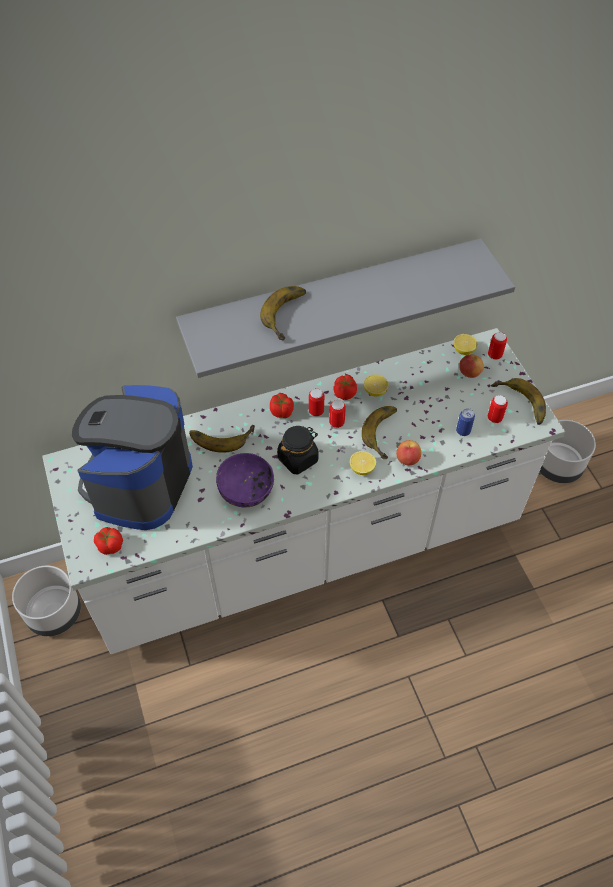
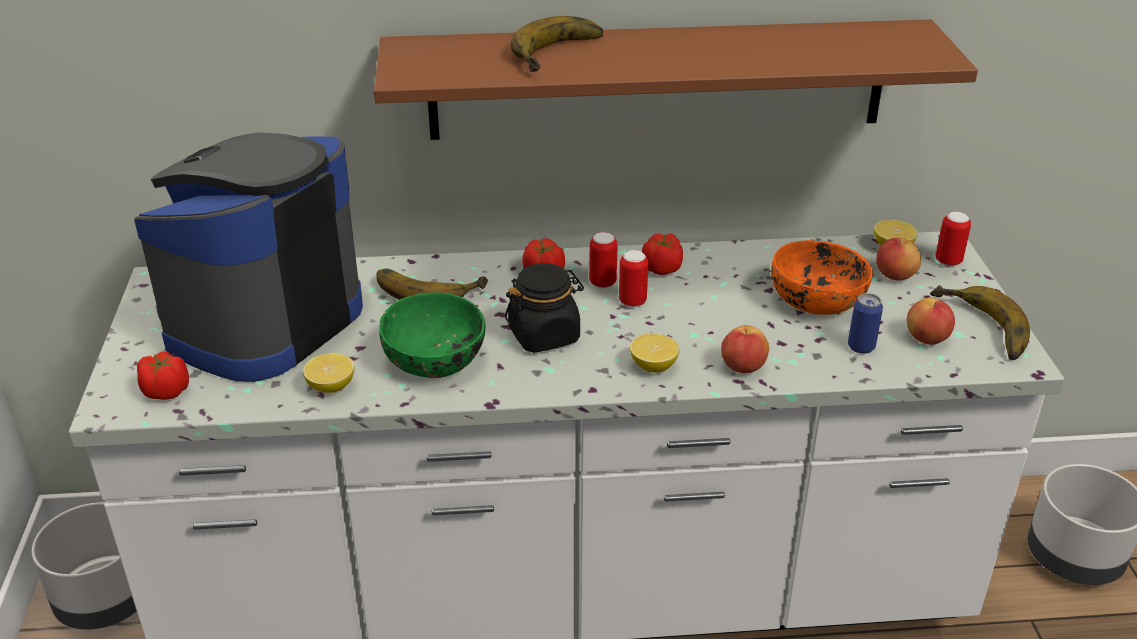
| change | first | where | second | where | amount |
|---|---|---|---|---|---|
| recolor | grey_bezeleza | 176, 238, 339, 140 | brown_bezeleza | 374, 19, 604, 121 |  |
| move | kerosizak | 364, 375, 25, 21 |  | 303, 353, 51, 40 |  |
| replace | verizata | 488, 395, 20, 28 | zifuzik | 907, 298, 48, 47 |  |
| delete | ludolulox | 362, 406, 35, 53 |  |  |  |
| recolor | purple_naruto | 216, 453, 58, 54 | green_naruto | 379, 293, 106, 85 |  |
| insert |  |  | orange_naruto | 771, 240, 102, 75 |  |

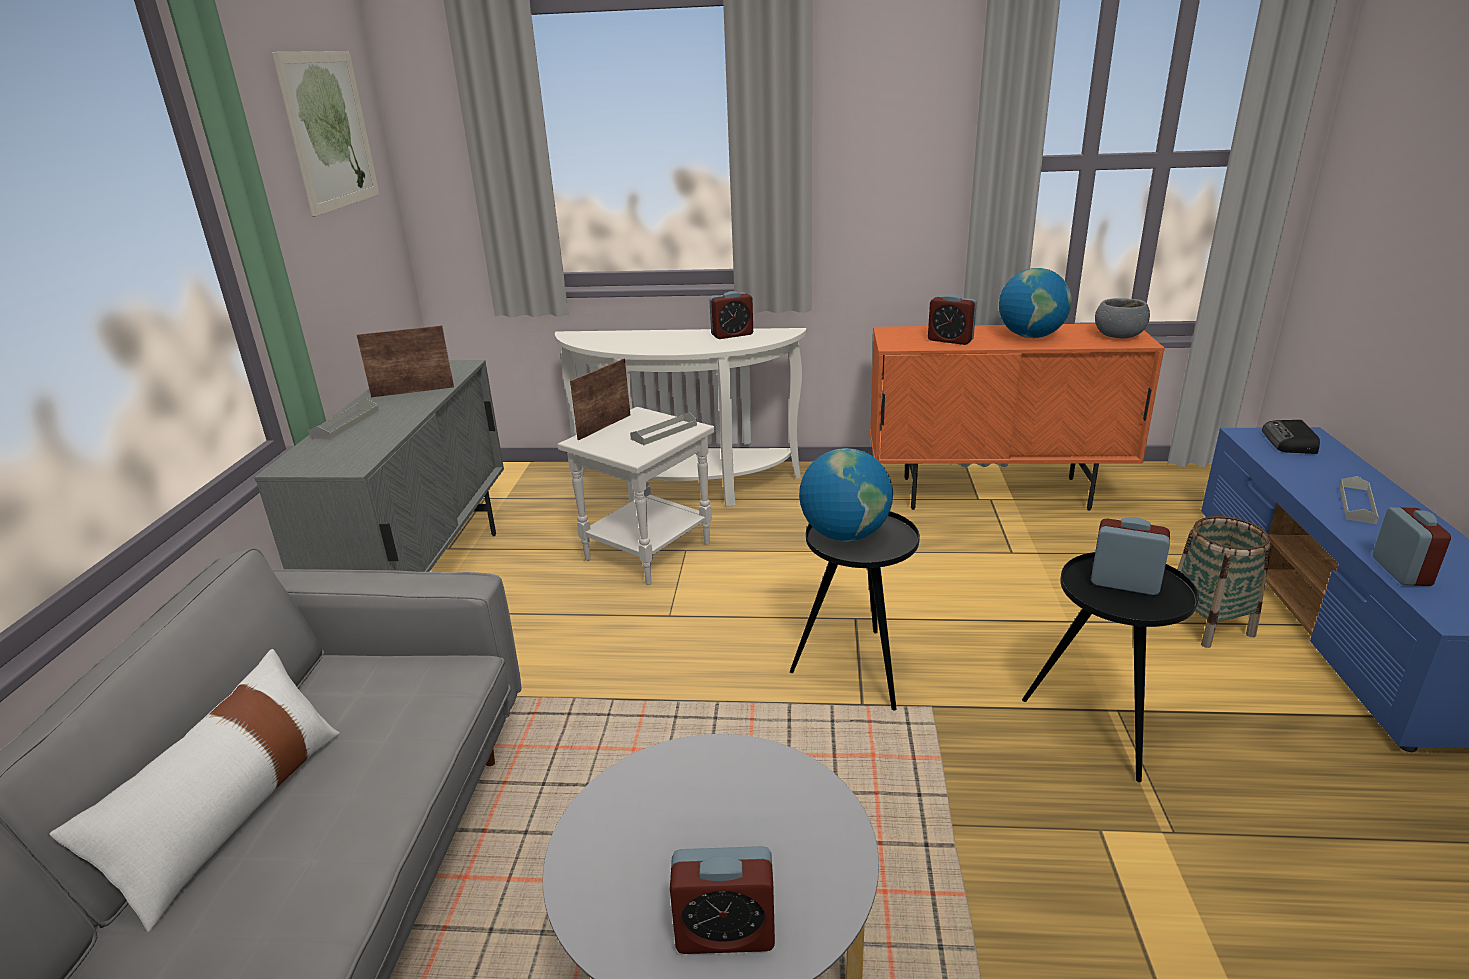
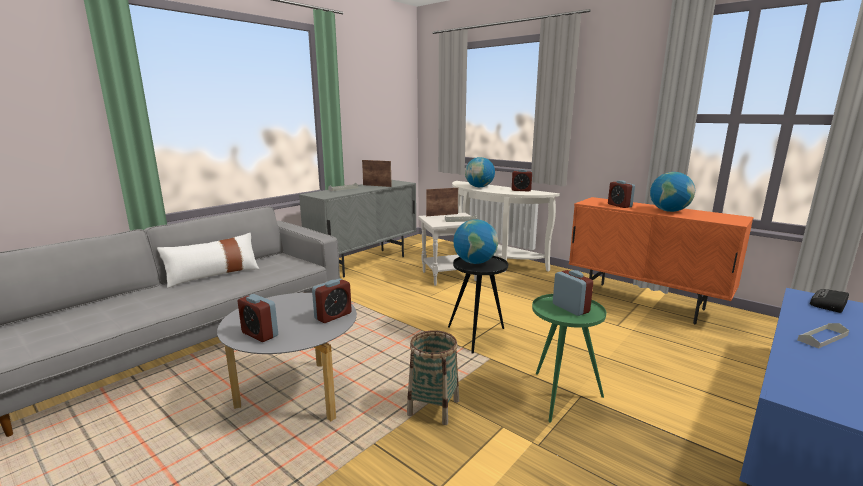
| change | first | where | second | where | amount |
|---|---|---|---|---|---|
| delete | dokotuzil | 272, 51, 107, 166 |  |  |  |
| delete | grey_naruto | 1095, 298, 55, 40 |  |  |  |
| move | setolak | 1373, 507, 78, 79 |  | 312, 279, 40, 44 |  |
| move | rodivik | 1177, 516, 94, 132 |  | 407, 330, 52, 95 |  |
| recolor | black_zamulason | 1022, 552, 177, 230 | green_zamulason | 532, 294, 74, 129 |  |
| insert |  |  | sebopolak | 465, 157, 30, 30 |  |

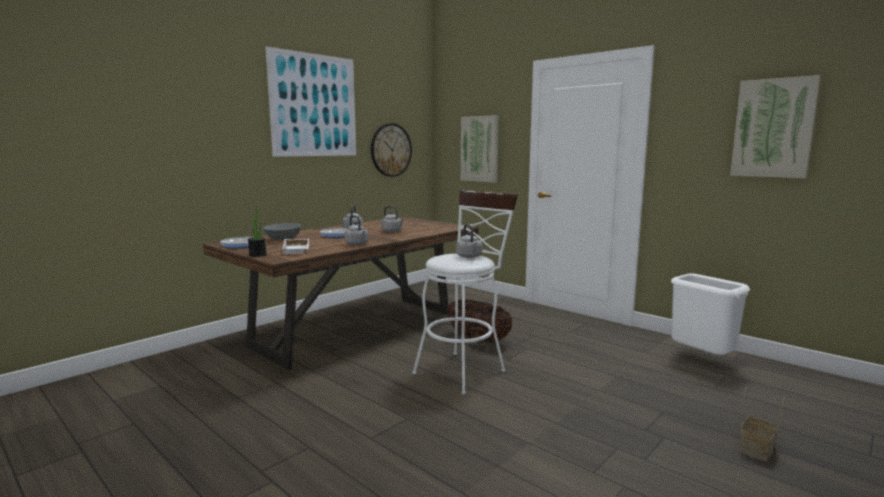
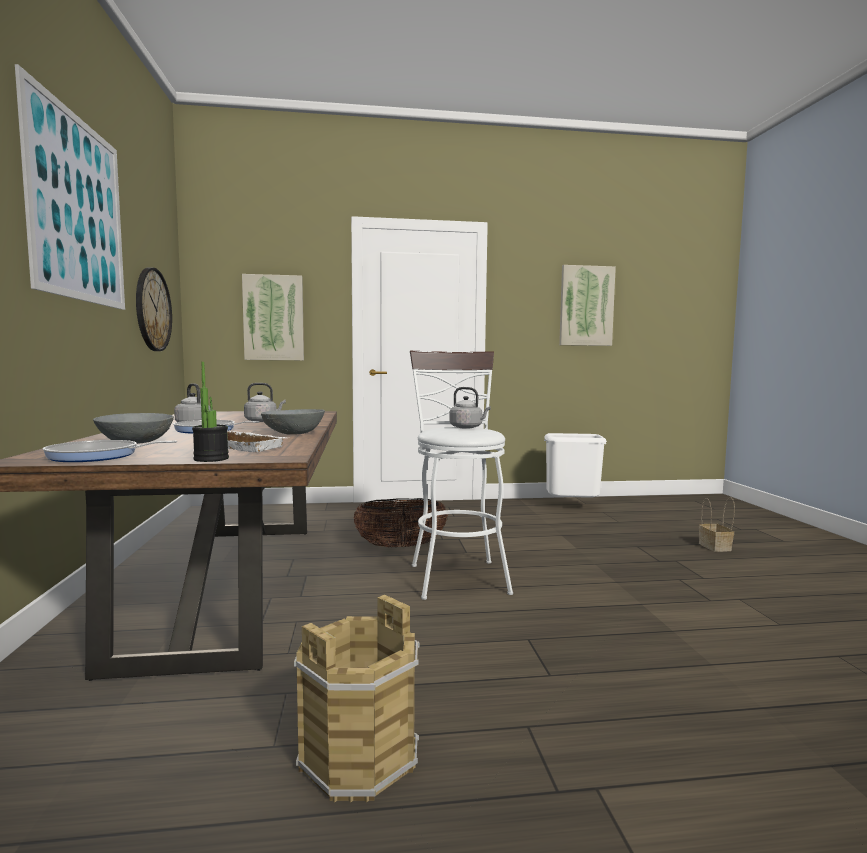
| change | first | where | second | where | amount |
|---|---|---|---|---|---|
| replace | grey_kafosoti | 344, 215, 24, 30 | grey_naruto | 261, 409, 64, 26 |  |
| insert |  |  | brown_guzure | 294, 595, 126, 208 |  |

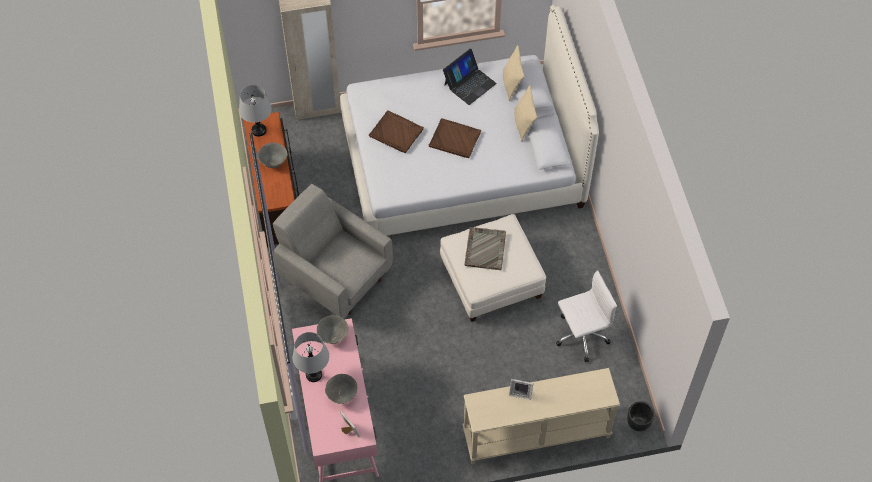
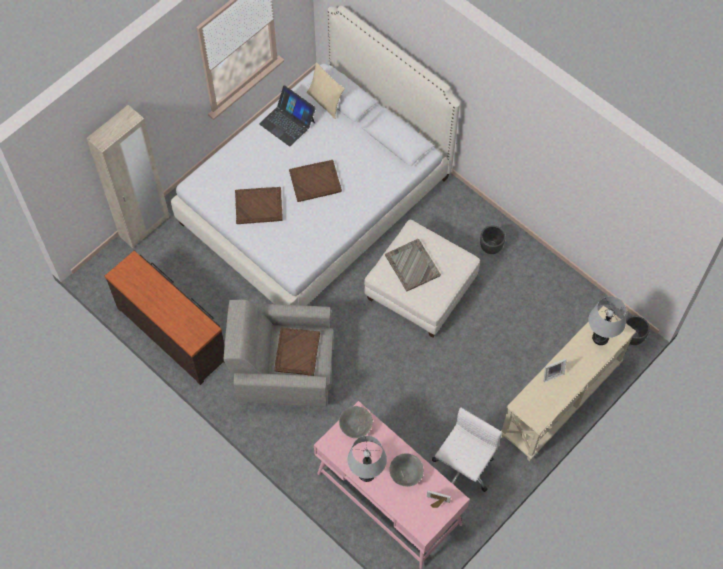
| change | first | where | second | where | amount |
|---|---|---|---|---|---|
| rotate | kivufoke | 443, 48, 54, 57 |  | 259, 85, 57, 61 | 120 degrees clockwise |
| move | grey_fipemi | 239, 85, 33, 52 |  | 588, 296, 38, 49 |  |
| delete | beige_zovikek | 514, 85, 23, 57 |  |  |  |
| delete | grey_naruto | 258, 143, 30, 25 |  |  |  |
| move | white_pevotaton | 556, 270, 61, 92 |  | 432, 407, 70, 85 |  |
| insert |  |  | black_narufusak | 480, 225, 26, 29 |  |
| insert |  |  | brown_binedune | 274, 327, 46, 49 |  |

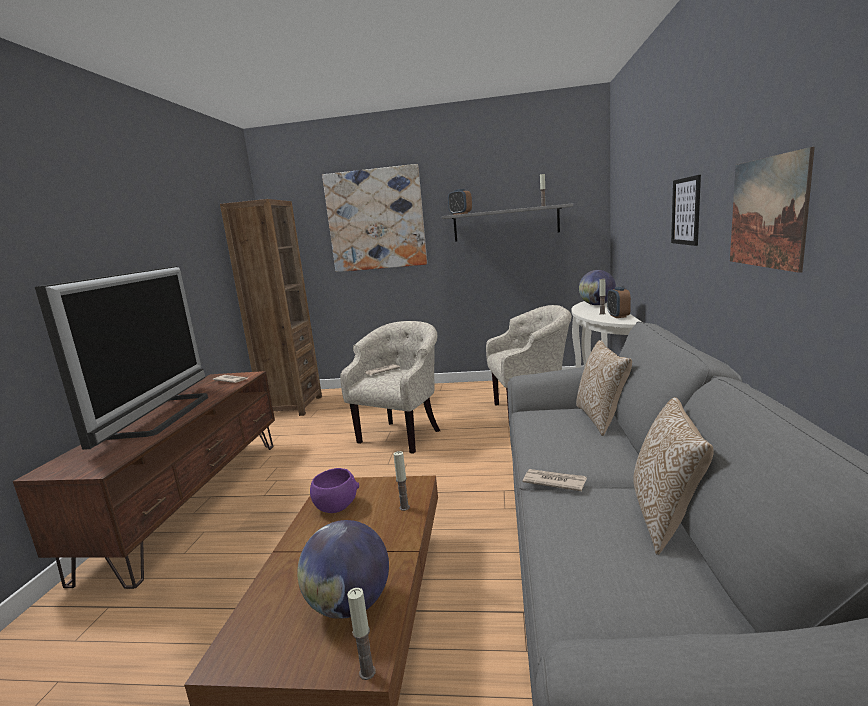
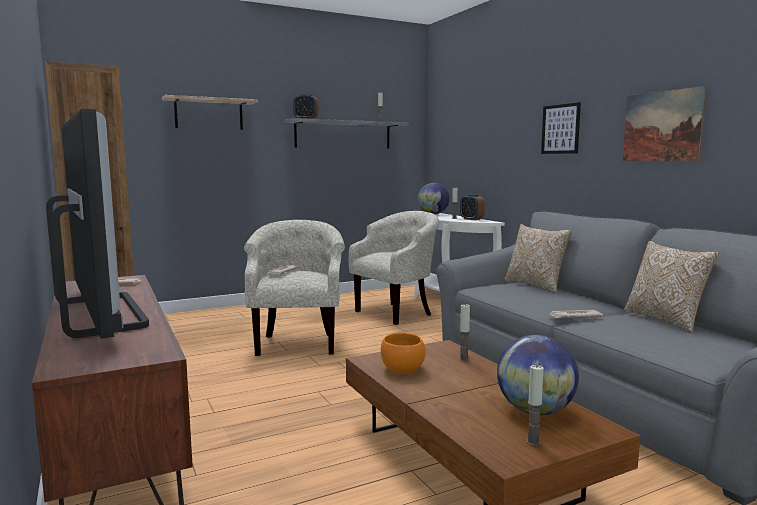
| change | first | where | second | where | amount |
|---|---|---|---|---|---|
| replace | dokotuzil | 322, 164, 105, 108 | bezeleza | 162, 95, 96, 35 |  |
| recolor | purple_naruto | 310, 468, 49, 45 | orange_naruto | 381, 333, 45, 41 |  |
| move | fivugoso | 347, 588, 29, 92 |  | 526, 365, 18, 81 |  |

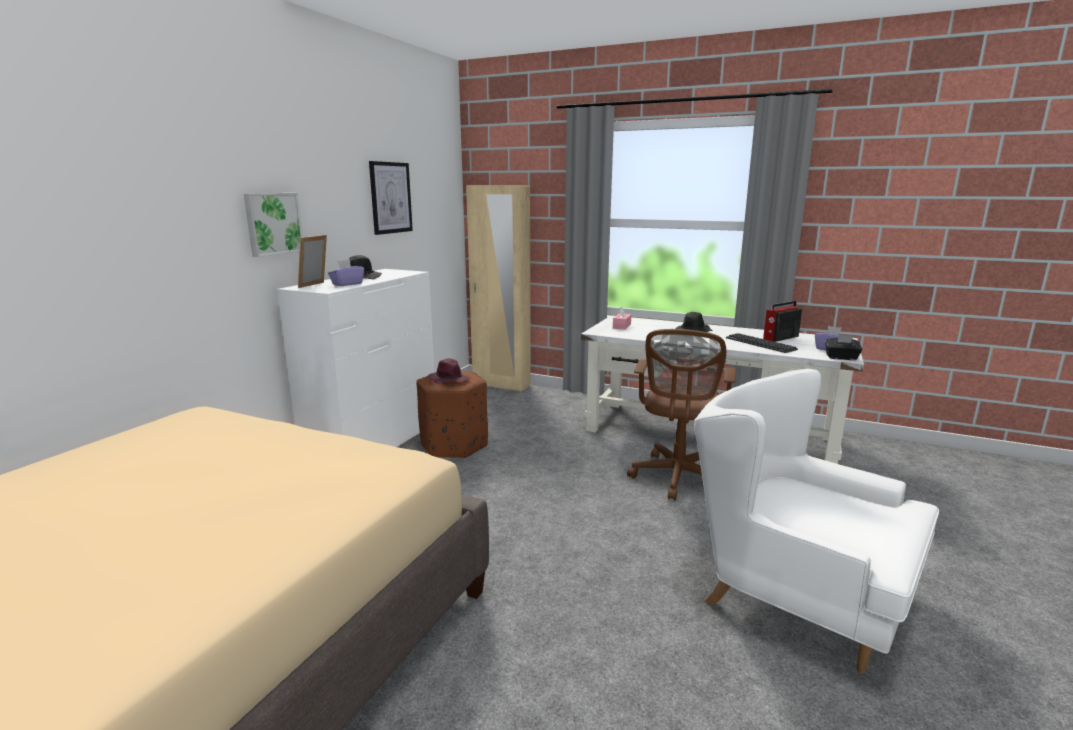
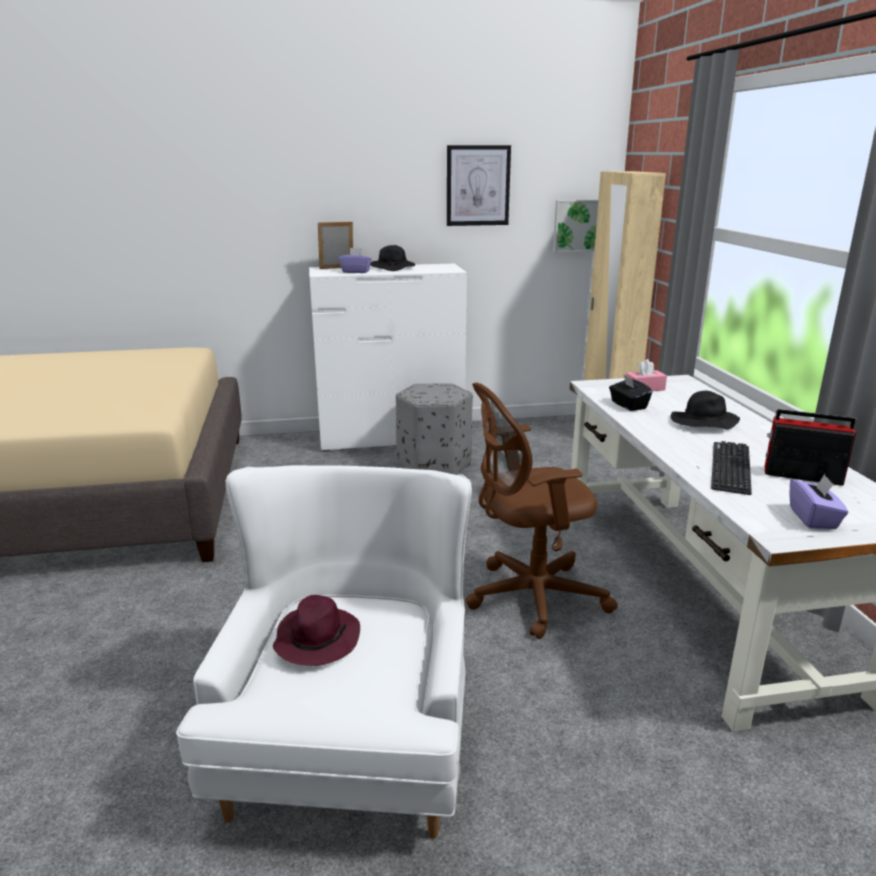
| change | first | where | second | where | amount |
|---|---|---|---|---|---|
| move | dokotuzil | 244, 193, 59, 64 |  | 553, 200, 45, 53 |  |
| move | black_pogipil | 825, 335, 37, 25 |  | 609, 375, 43, 36 |  |
| move | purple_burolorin | 428, 358, 42, 26 |  | 273, 595, 87, 71 |  |
| recolor | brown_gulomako | 416, 371, 72, 88 | grey_gulomako | 396, 383, 77, 92 |  |

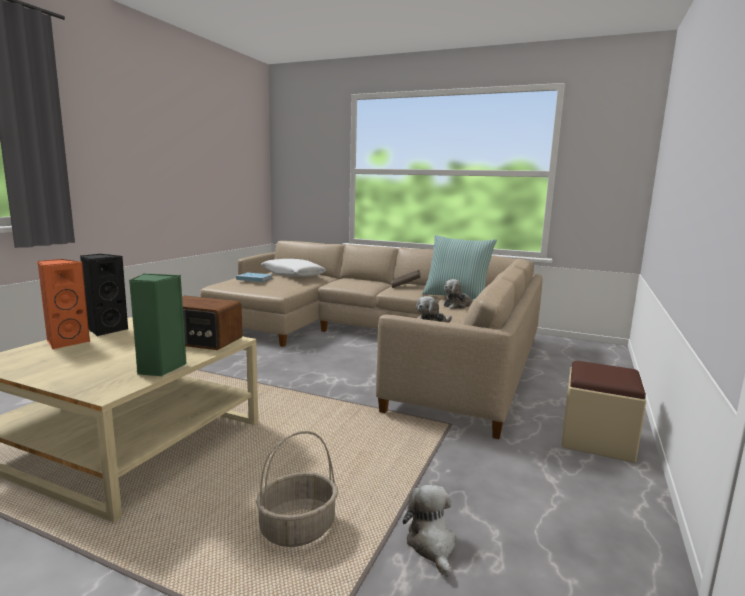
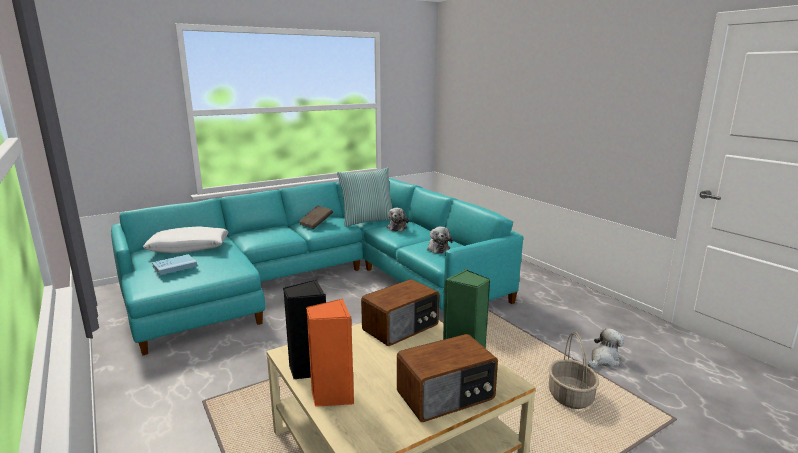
| change | first | where | second | where | amount |
|---|---|---|---|---|---|
| recolor | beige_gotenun | 200, 241, 342, 198 | turquoise_gotenun | 111, 178, 413, 178 |  |
| delete | beige_gulomako | 562, 361, 84, 102 |  |  |  |
| rotate | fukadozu | 403, 485, 53, 92 |  | 588, 328, 36, 40 | 120 degrees clockwise |
| insert |  |  | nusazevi | 397, 334, 101, 88 |  |

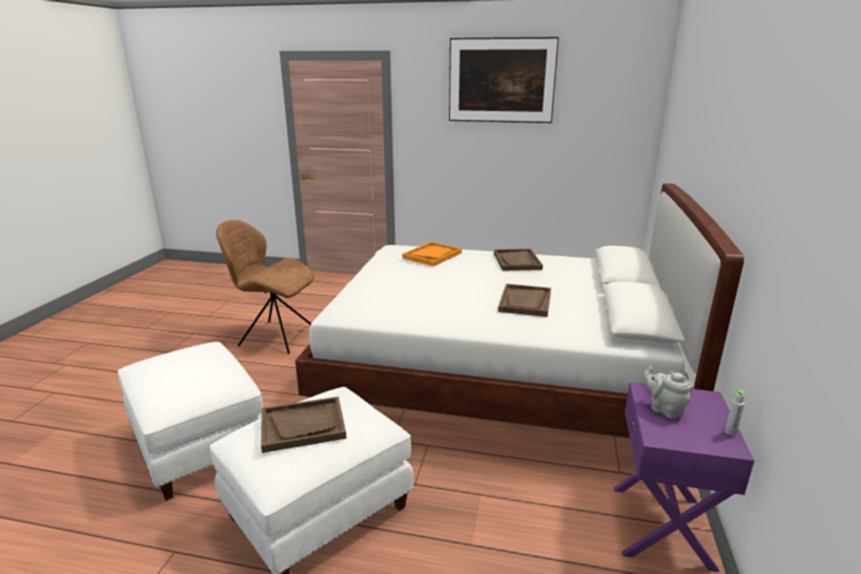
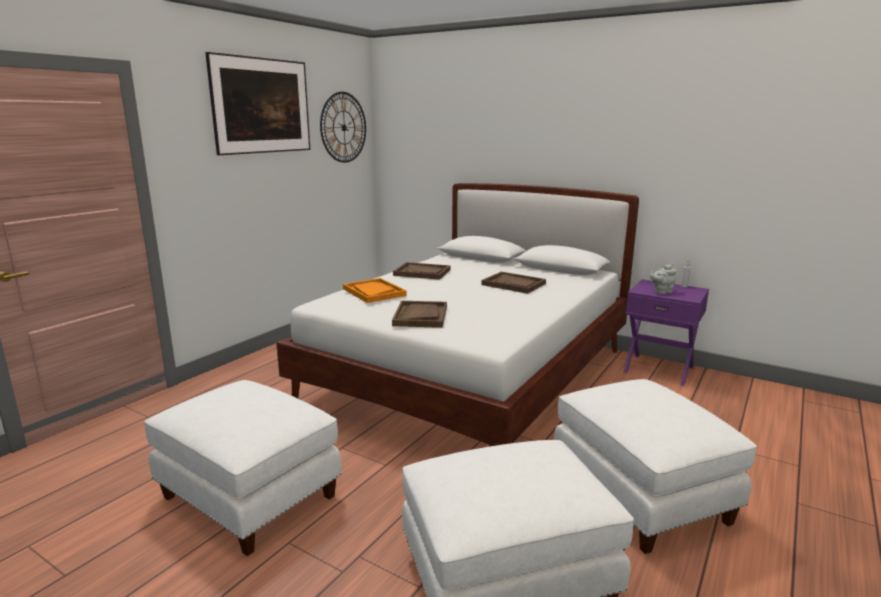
| change | first | where | second | where | amount |
|---|---|---|---|---|---|
| replace | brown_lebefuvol | 216, 220, 99, 134 | white_gulomako | 144, 380, 198, 176 |  |
| move | brown_binedune | 261, 397, 85, 56 |  | 392, 301, 55, 27 |  |
| insert |  |  | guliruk | 320, 92, 46, 71 |  |

